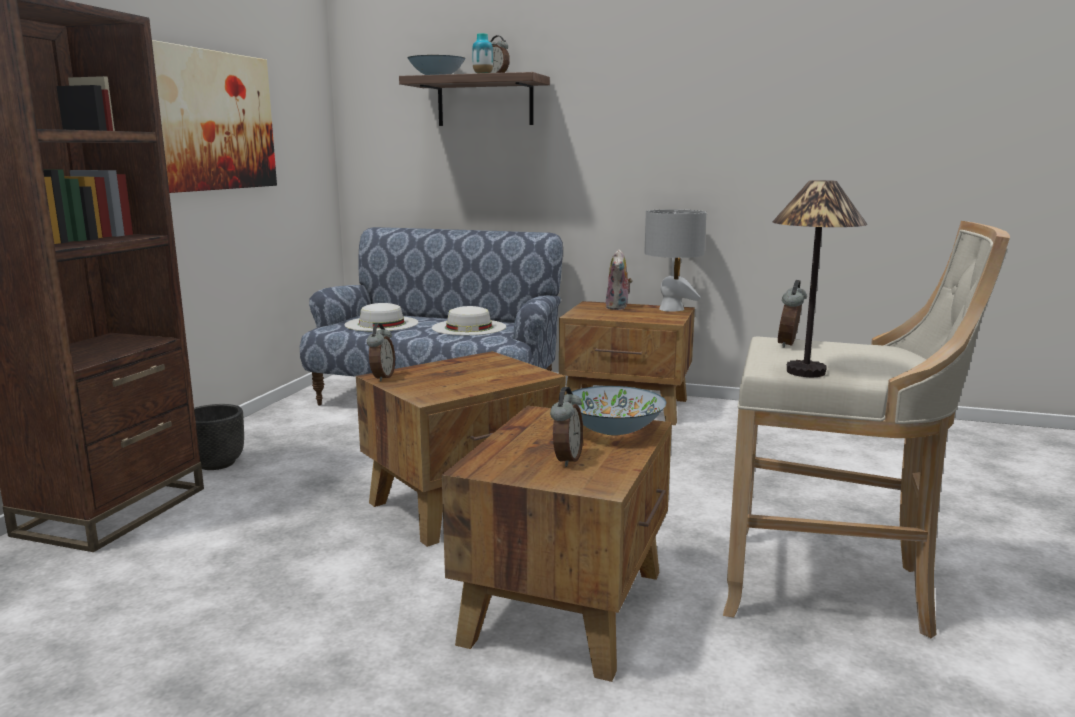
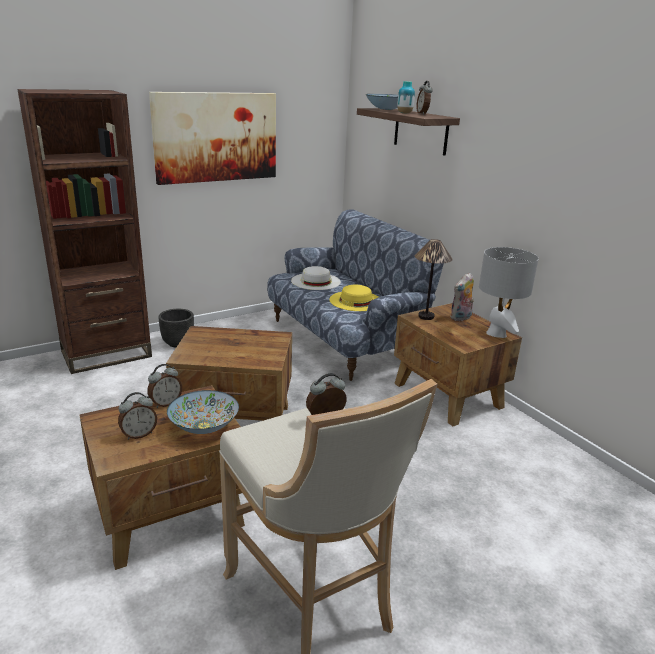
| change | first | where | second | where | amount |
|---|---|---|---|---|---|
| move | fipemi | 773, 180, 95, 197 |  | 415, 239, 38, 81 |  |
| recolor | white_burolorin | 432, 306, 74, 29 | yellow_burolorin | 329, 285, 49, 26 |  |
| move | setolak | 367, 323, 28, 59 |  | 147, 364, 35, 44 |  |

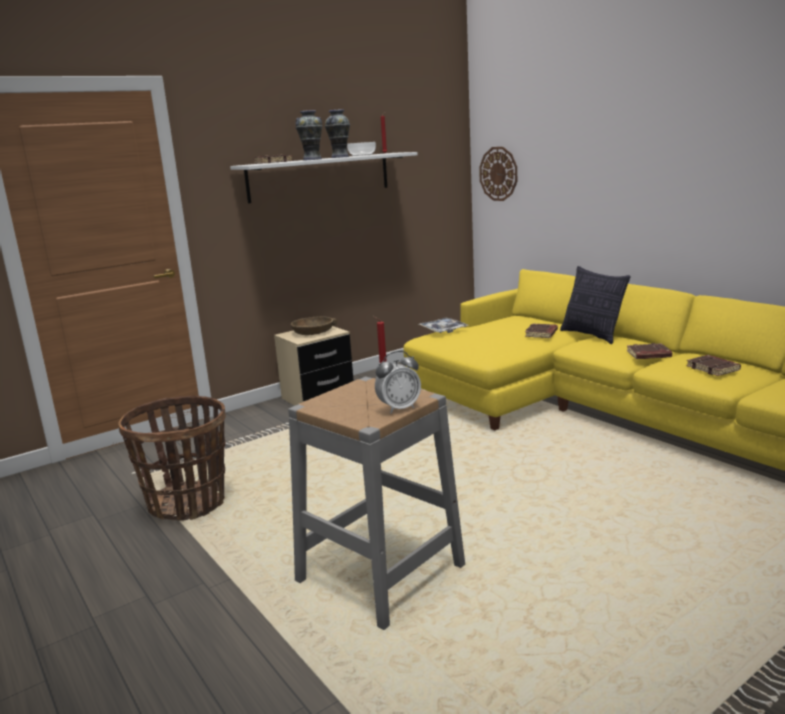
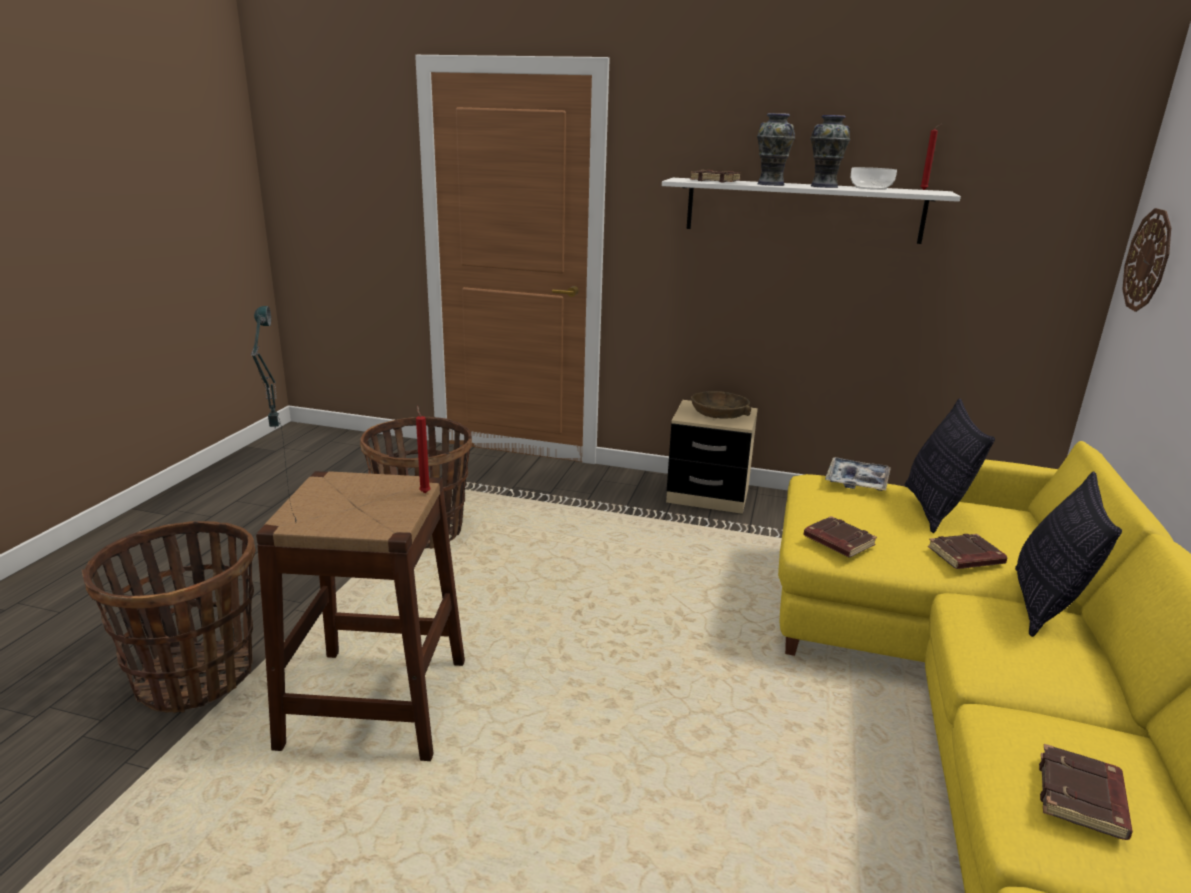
| change | first | where | second | where | amount |
|---|---|---|---|---|---|
| move | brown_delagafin | 627, 343, 45, 16 |  | 804, 516, 73, 42 |  |
| delete | setolak | 375, 351, 46, 62 |  |  |  |
| recolor | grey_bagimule | 288, 377, 177, 253 | brown_bagimule | 256, 471, 209, 290 |  |
| insert |  |  | fipemi | 251, 306, 46, 216 |  |
| insert |  |  | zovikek | 905, 398, 90, 135 |  |
| insert |  |  | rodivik | 82, 521, 174, 192 |  |

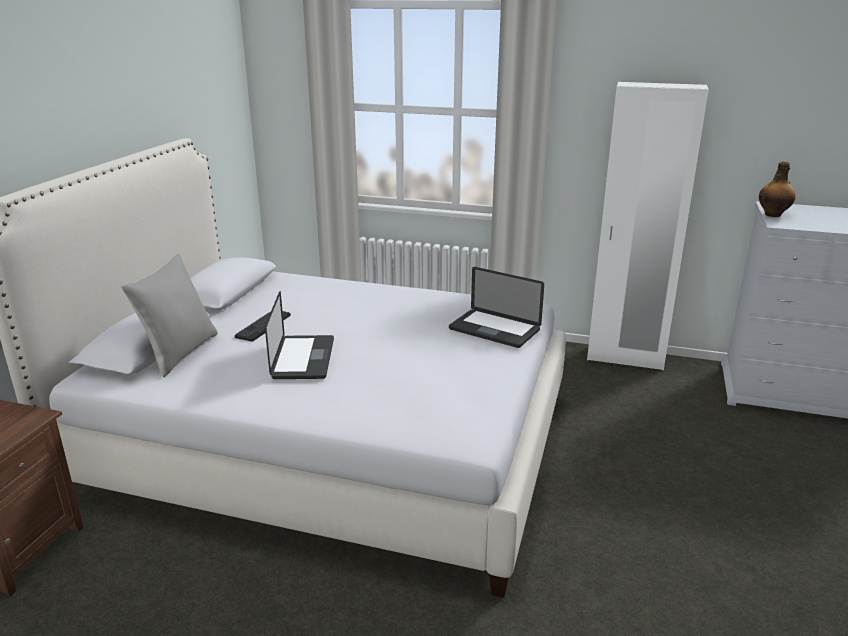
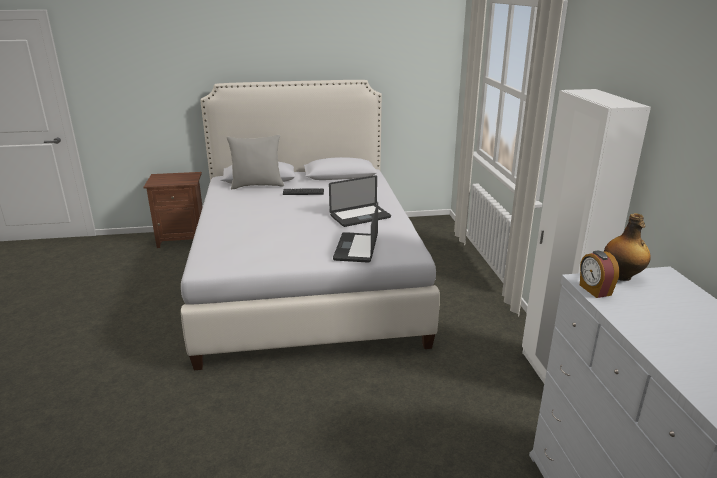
| change | first | where | second | where | amount |
|---|---|---|---|---|---|
| move | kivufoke | 265, 291, 69, 88 |  | 329, 175, 62, 52 |  |
| insert |  |  | setolak | 580, 251, 40, 47 |  |

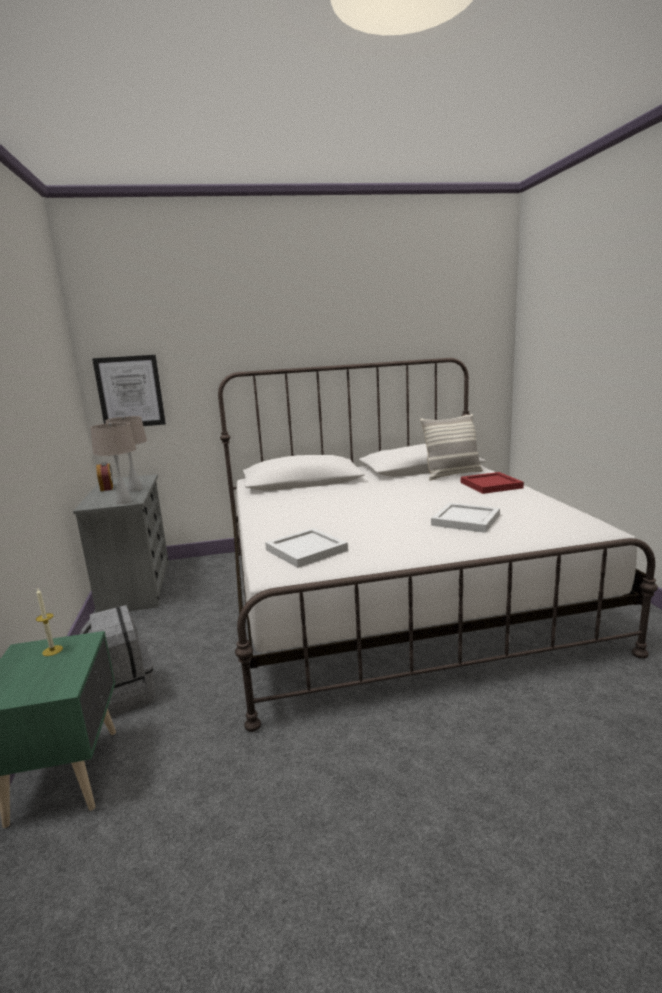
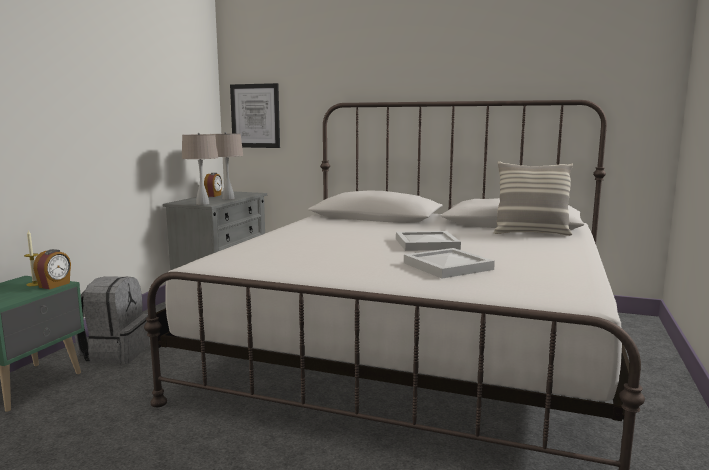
| change | first | where | second | where | amount |
|---|---|---|---|---|---|
| delete | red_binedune | 461, 472, 63, 22 |  |  |  |
| move | white_binedune | 265, 528, 83, 40 |  | 396, 231, 65, 20 |  |
| insert |  |  | setolak | 33, 249, 38, 40 |  |

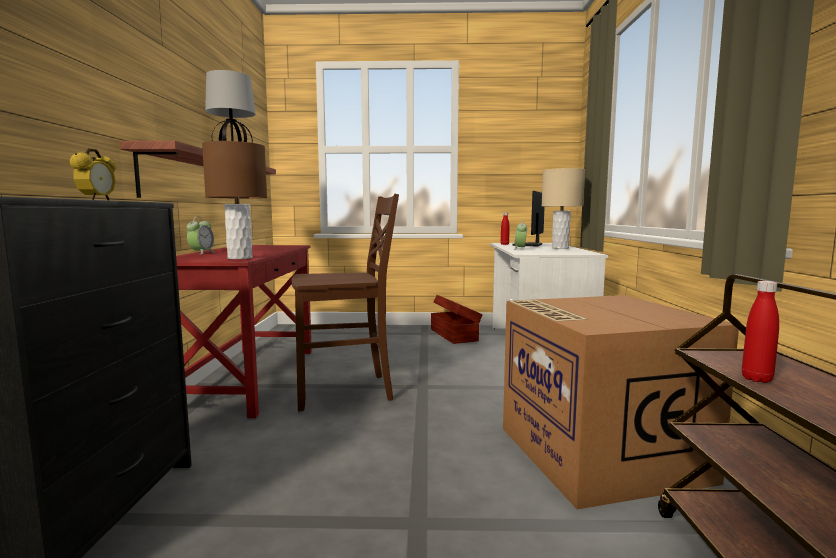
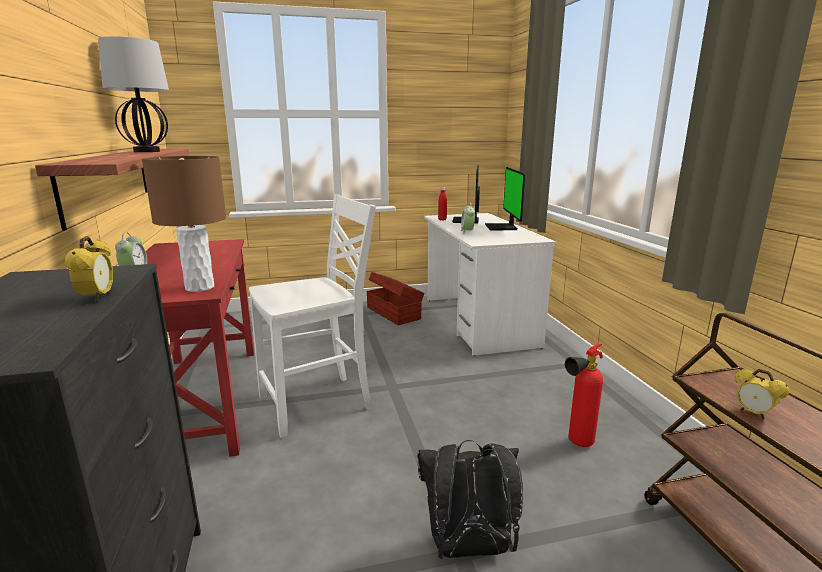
| change | first | where | second | where | amount |
|---|---|---|---|---|---|
| replace | beige_fipemi | 542, 168, 43, 81 | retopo | 485, 167, 40, 63 |  |
| recolor | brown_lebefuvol | 292, 194, 107, 217 | white_lebefuvol | 249, 194, 127, 244 |  |
| replace | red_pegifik | 742, 281, 37, 102 | setolak | 734, 369, 55, 50 |  |
| replace | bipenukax | 503, 295, 236, 214 | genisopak | 565, 344, 38, 103 |  |
| insert |  |  | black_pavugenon | 417, 440, 106, 119 |  |

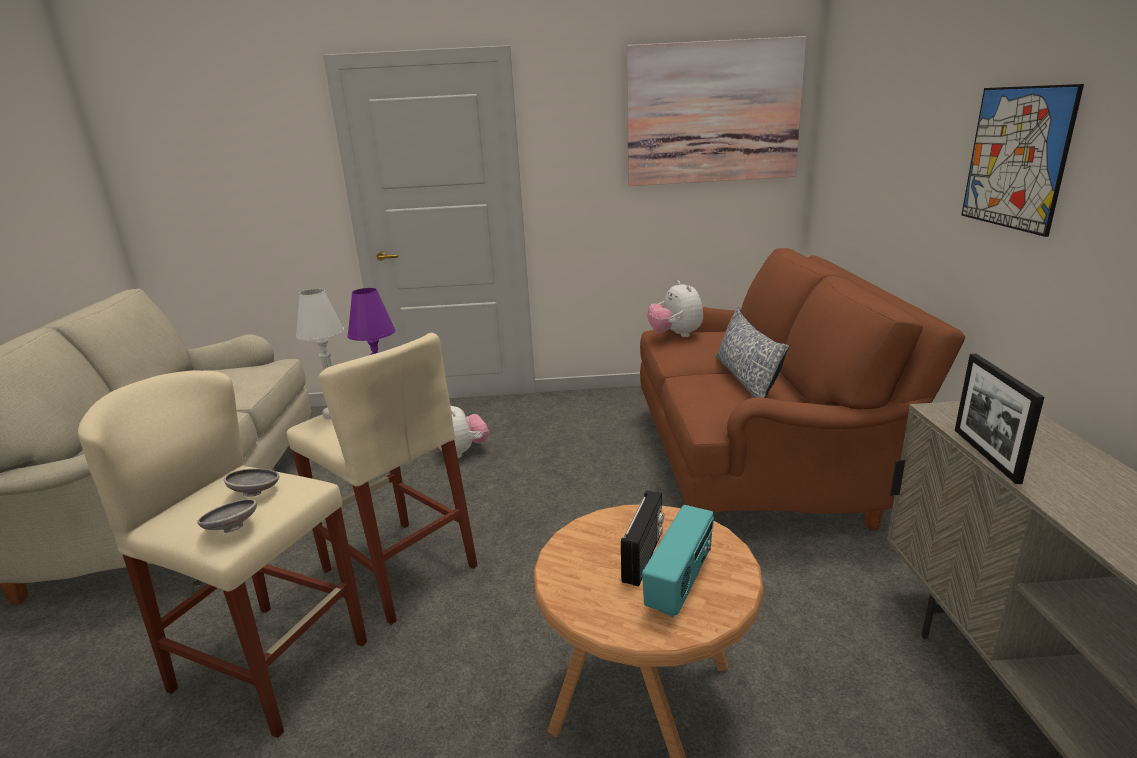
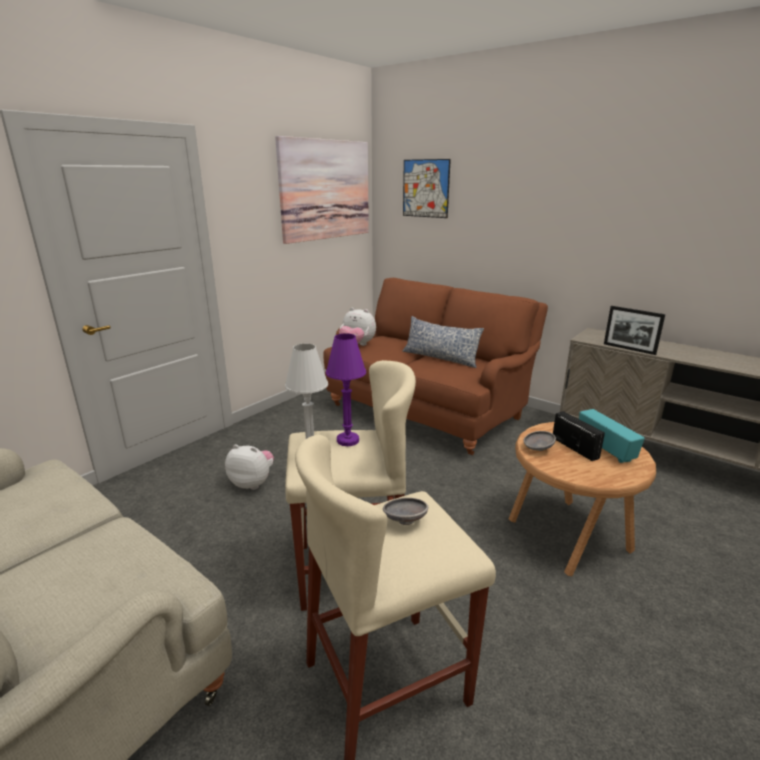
| change | first | where | second | where | amount |
|---|---|---|---|---|---|
| move | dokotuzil | 961, 84, 123, 153 |  | 403, 159, 48, 59 |  |
| move | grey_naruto | 197, 499, 60, 34 |  | 524, 431, 32, 20 |  |

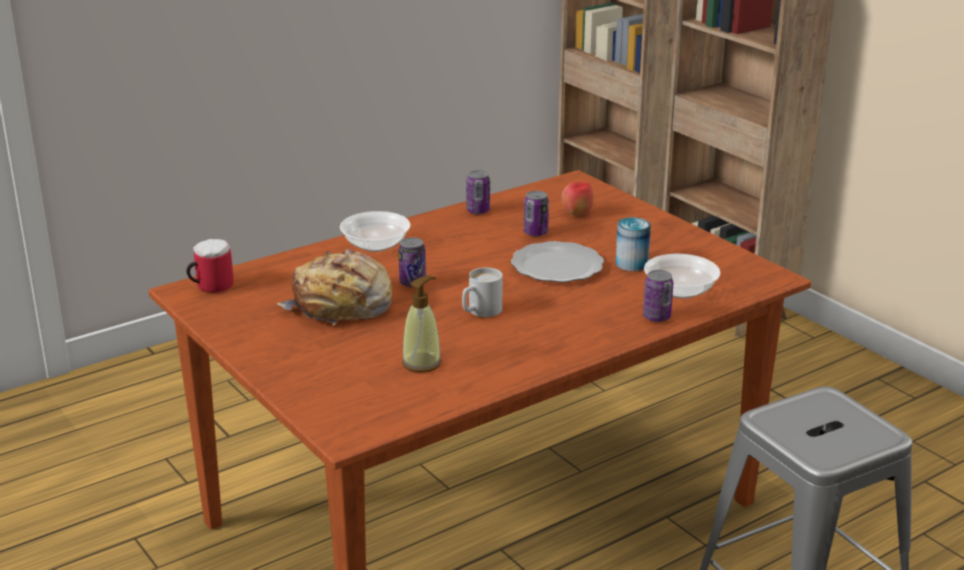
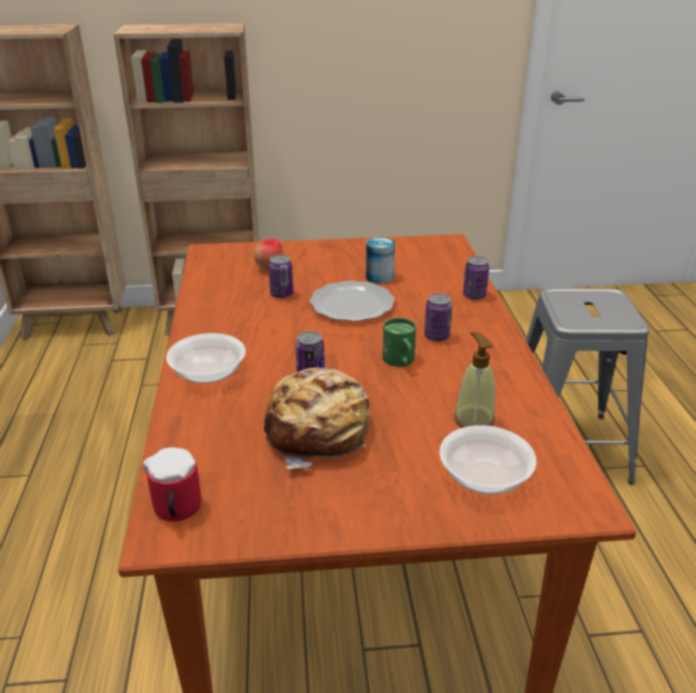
| change | first | where | second | where | amount |
|---|---|---|---|---|---|
| move | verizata | 466, 170, 24, 44 |  | 424, 293, 28, 48 |  |
| move | naruto | 644, 254, 76, 45 |  | 439, 425, 98, 69 |  |
| recolor | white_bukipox | 462, 267, 41, 50 | green_bukipox | 383, 318, 33, 49 |  |

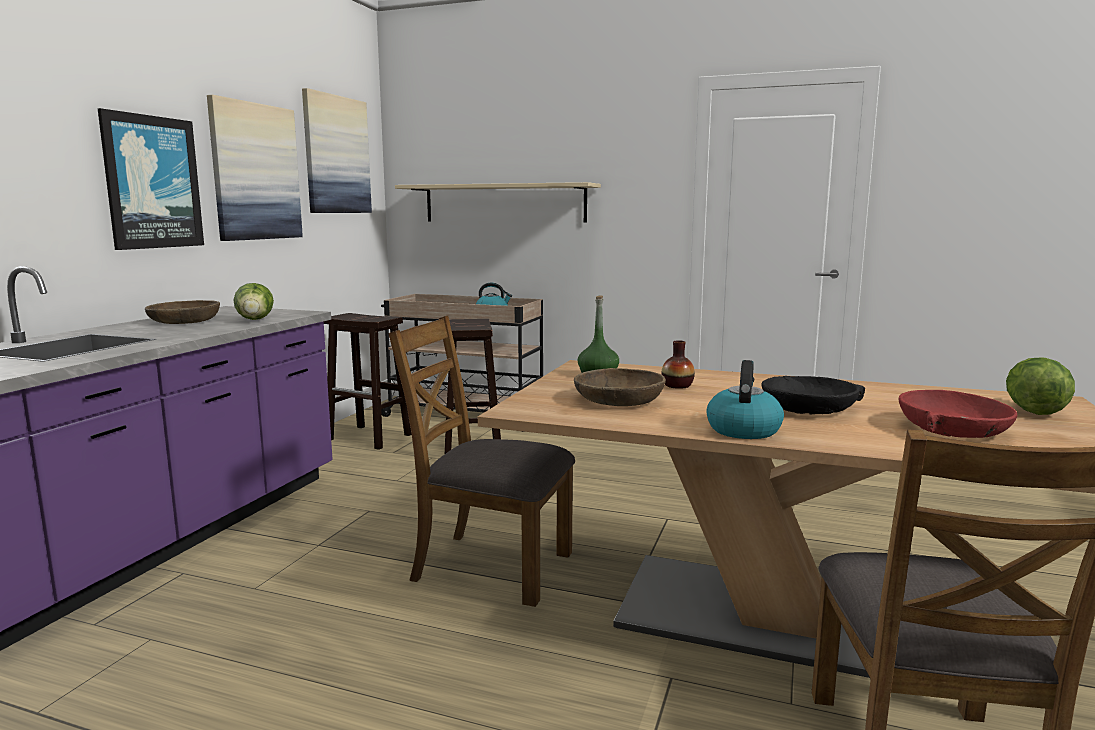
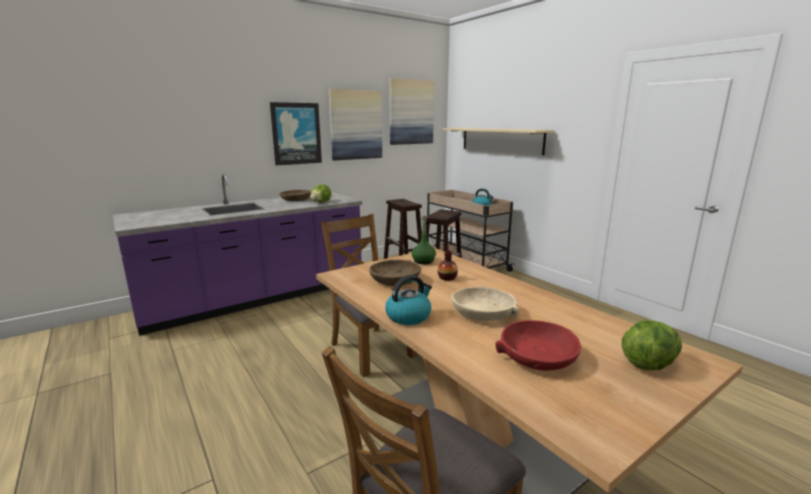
| change | first | where | second | where | amount |
|---|---|---|---|---|---|
| recolor | black_naruto | 761, 376, 104, 38 | beige_naruto | 451, 287, 68, 34 |  |

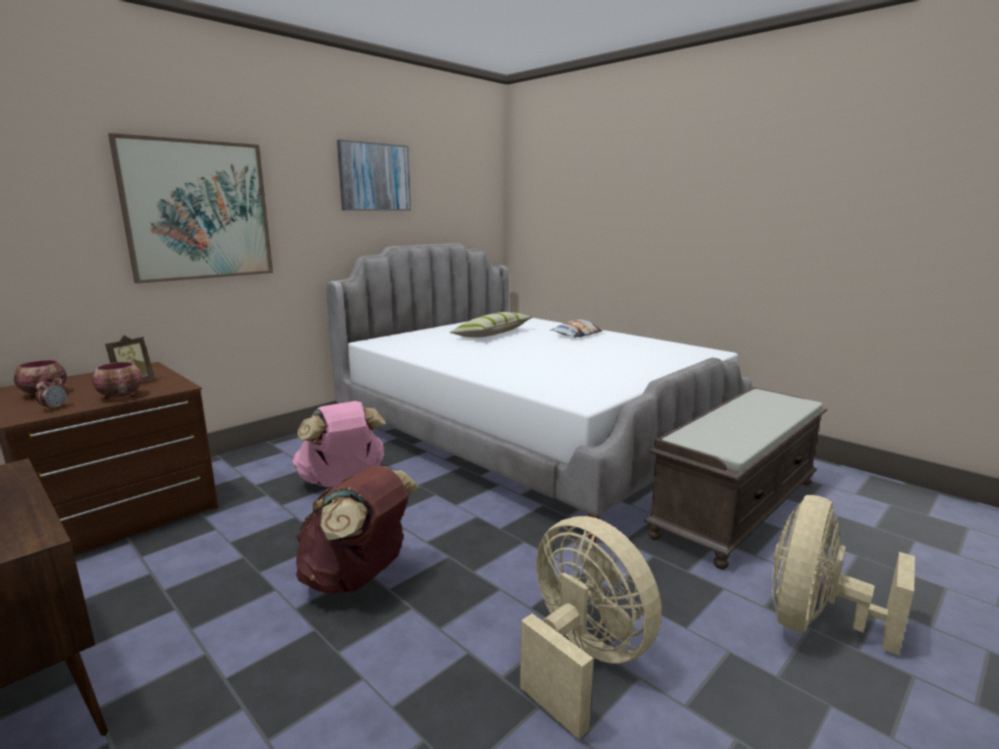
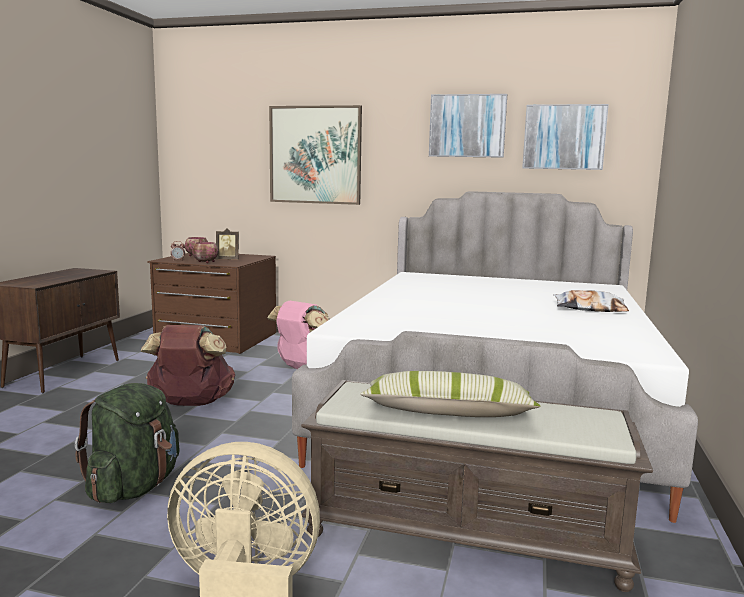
| change | first | where | second | where | amount |
|---|---|---|---|---|---|
| move | zovikek | 449, 312, 83, 26 |  | 360, 371, 180, 46 |  |
| replace | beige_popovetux | 520, 516, 142, 224 | green_pavugenon | 75, 383, 105, 120 |  |
| insert |  |  | dokotuzil | 522, 104, 87, 66 |  |

